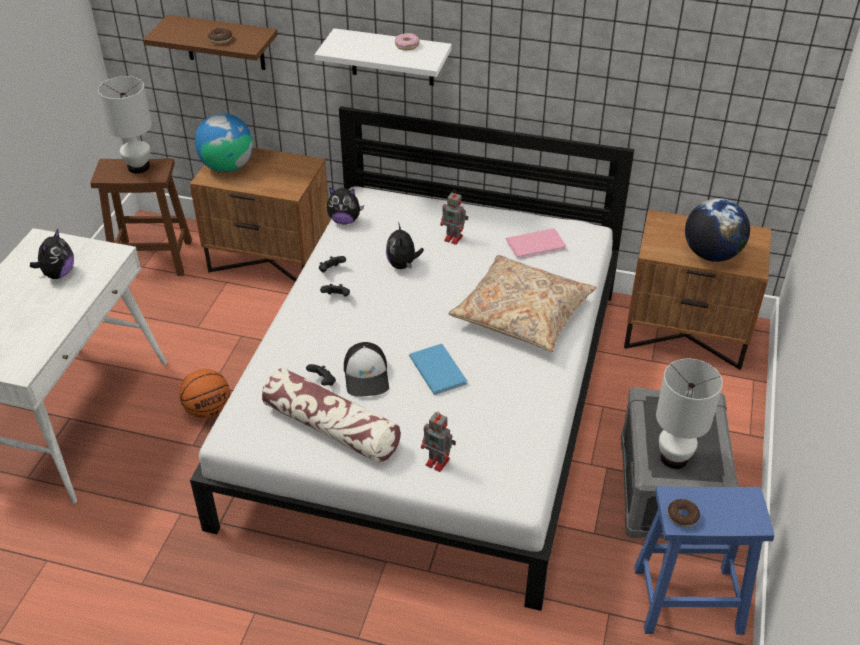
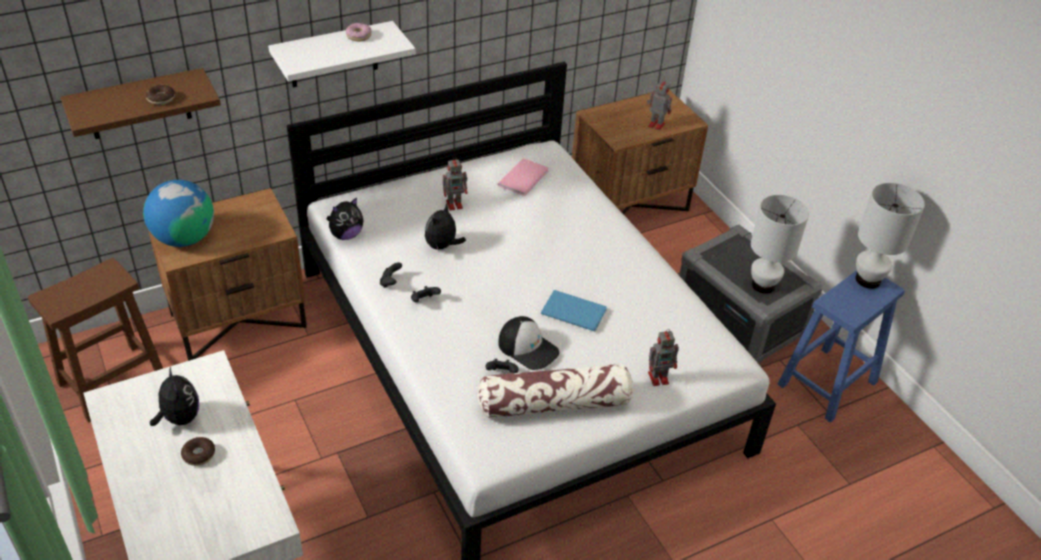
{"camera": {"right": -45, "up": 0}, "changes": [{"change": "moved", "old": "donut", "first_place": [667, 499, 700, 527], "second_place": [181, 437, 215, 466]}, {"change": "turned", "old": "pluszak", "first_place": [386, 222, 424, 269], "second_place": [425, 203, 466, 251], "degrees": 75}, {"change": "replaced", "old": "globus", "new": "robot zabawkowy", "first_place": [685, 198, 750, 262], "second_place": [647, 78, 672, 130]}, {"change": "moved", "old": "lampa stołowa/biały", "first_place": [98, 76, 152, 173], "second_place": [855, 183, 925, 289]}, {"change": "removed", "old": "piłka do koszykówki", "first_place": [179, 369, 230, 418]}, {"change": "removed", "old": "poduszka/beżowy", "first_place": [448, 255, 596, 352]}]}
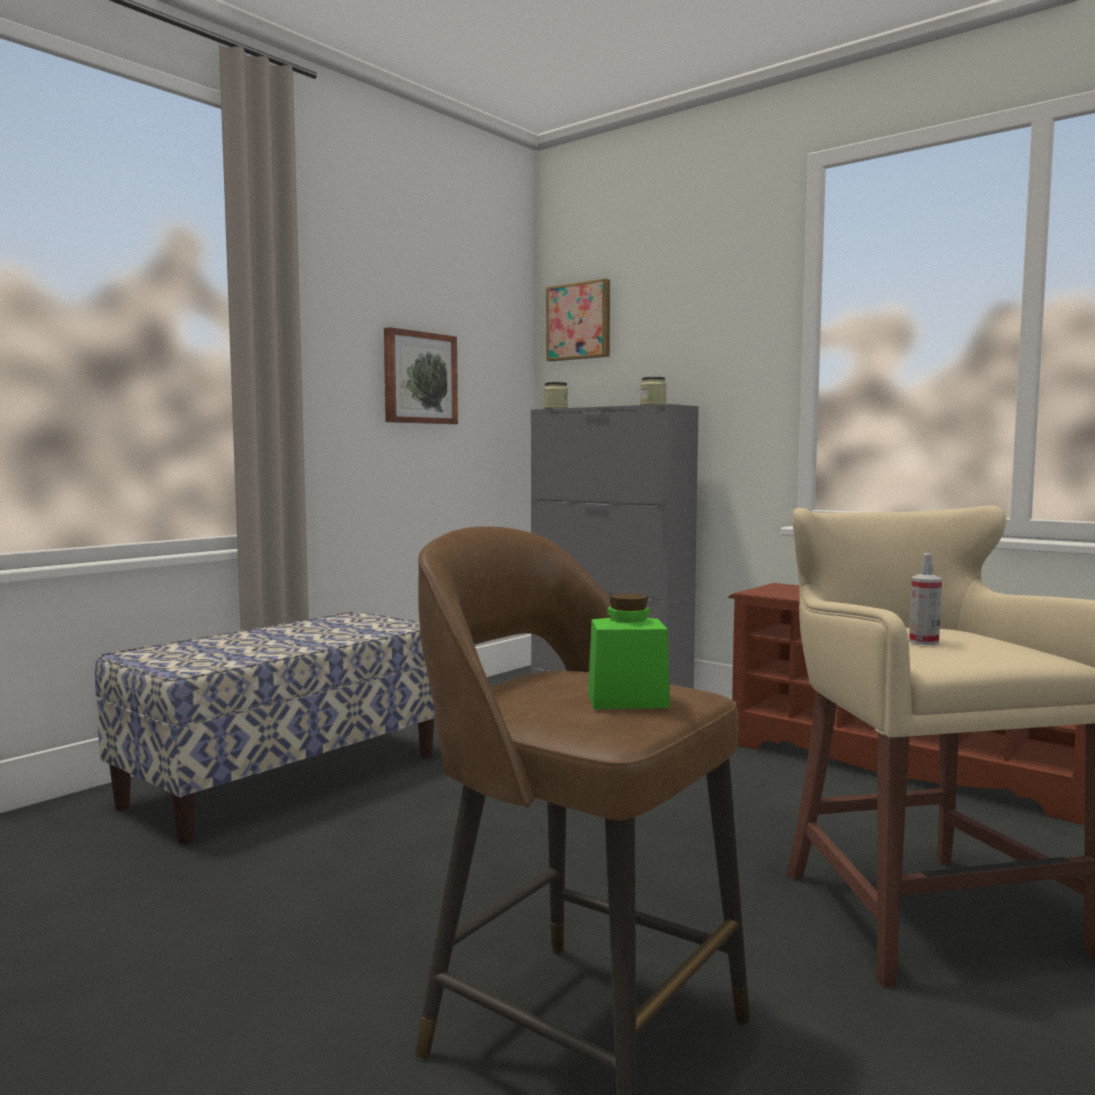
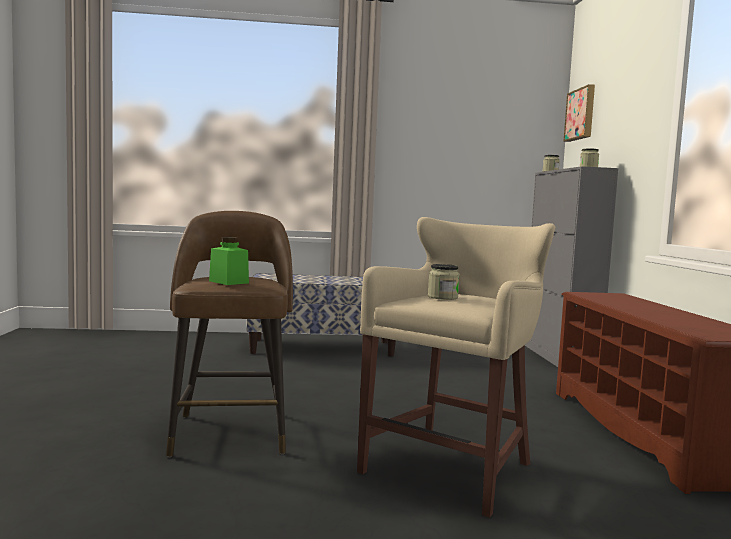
{"camera": {"right": 45, "up": 0}, "changes": [{"change": "replaced", "old": "spryskiwacz", "new": "słoik", "first_place": [909, 553, 942, 645], "second_place": [428, 264, 460, 300]}, {"change": "removed", "old": "obraz", "first_place": [384, 327, 458, 424]}]}
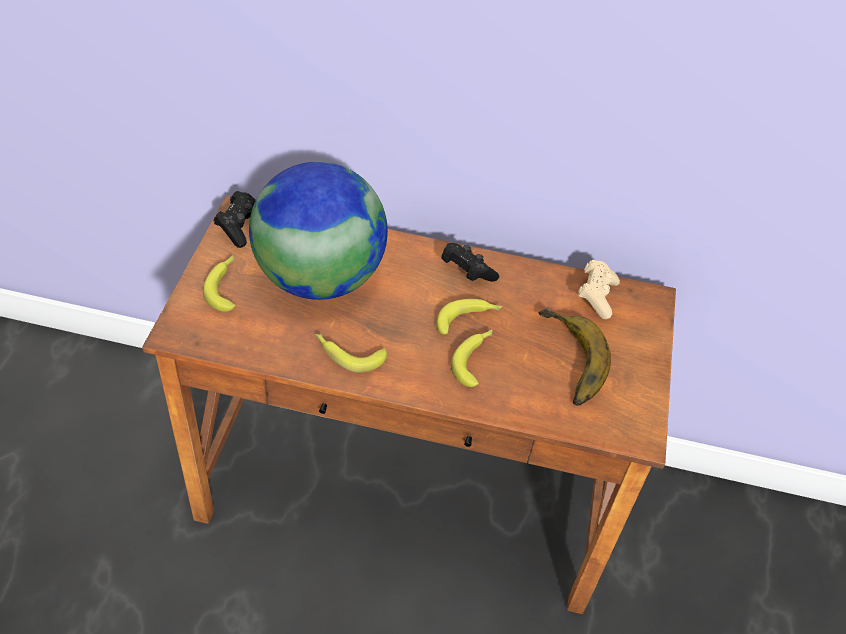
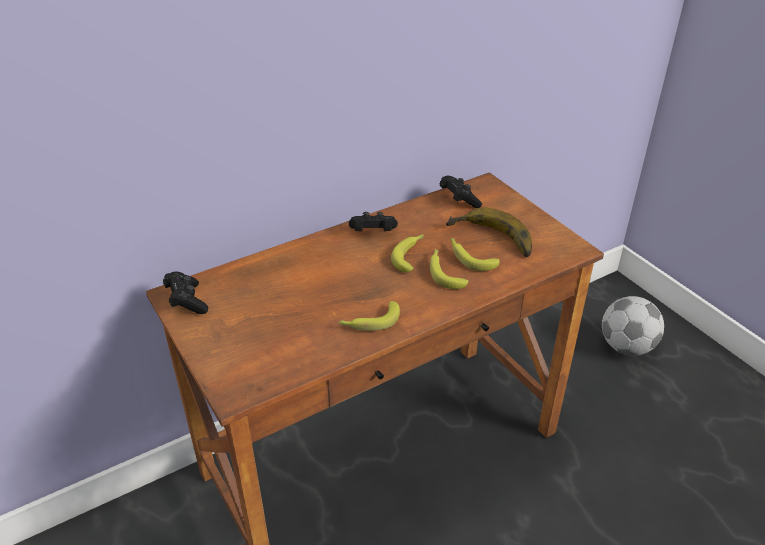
{"camera": {"right": -40, "up": -10}, "changes": [{"change": "recoloured", "old": "pad do gier/beżowy", "new": "pad do gier/czarny", "first_place": [578, 260, 620, 319], "second_place": [439, 176, 482, 208]}, {"change": "moved", "old": "banan", "first_place": [203, 255, 235, 312], "second_place": [450, 238, 500, 271]}, {"change": "added", "new": "piłka futbolowa", "second_place": [602, 296, 664, 356]}, {"change": "removed", "old": "globus", "first_place": [249, 162, 388, 300]}]}
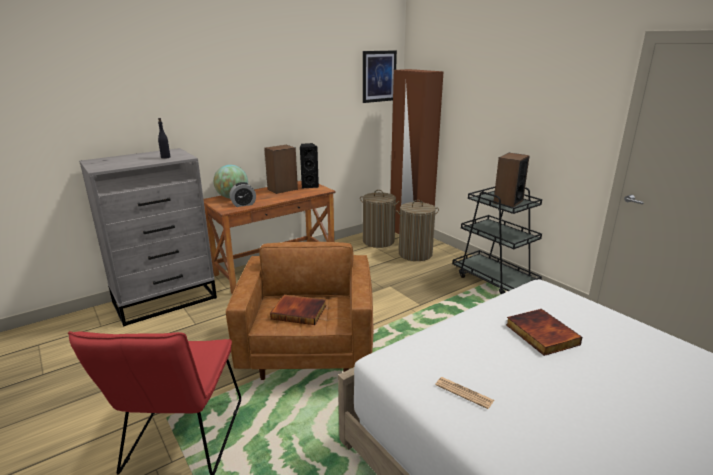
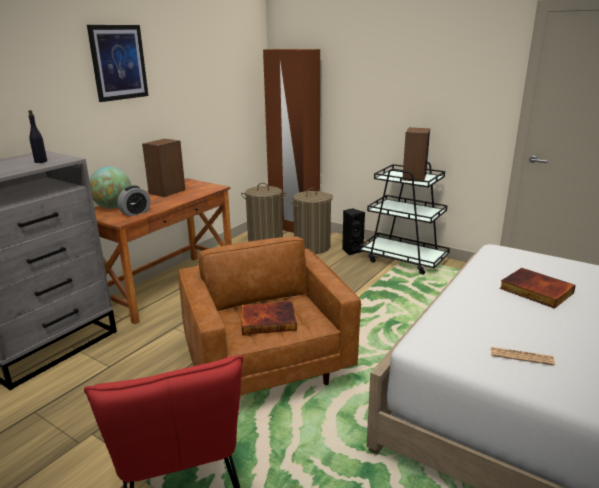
{"camera": {"right": -20, "up": 0}, "changes": [{"change": "moved", "old": "obraz", "first_place": [363, 50, 397, 103], "second_place": [87, 25, 148, 102]}, {"change": "moved", "old": "głośnik/czarny", "first_place": [300, 143, 319, 188], "second_place": [342, 208, 365, 256]}]}
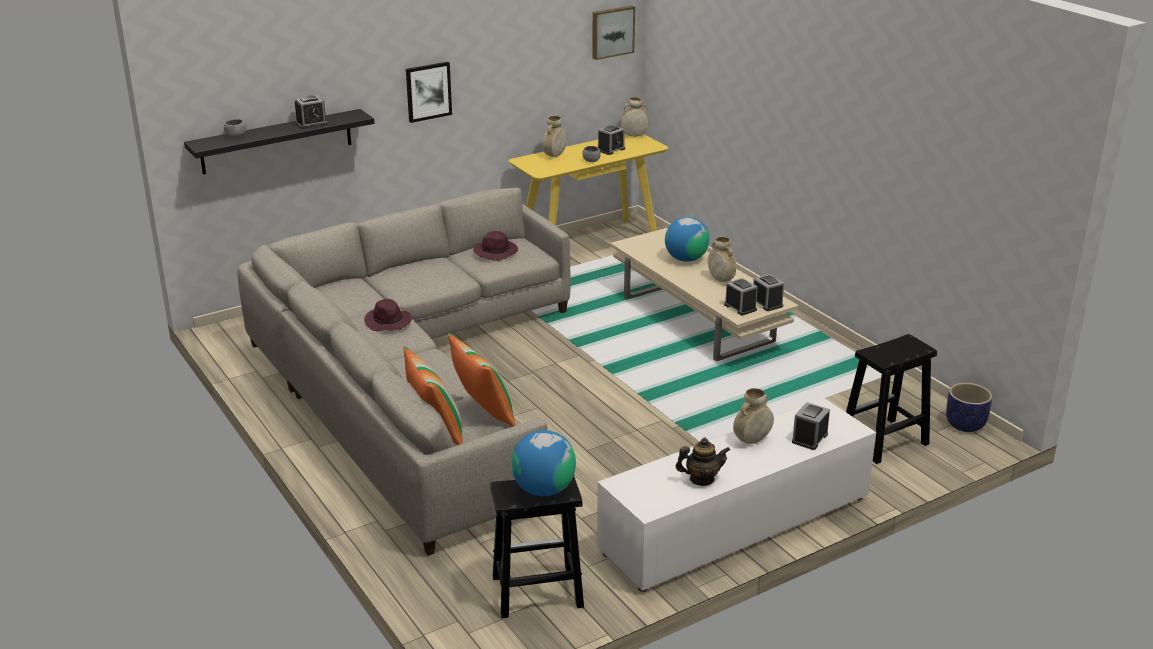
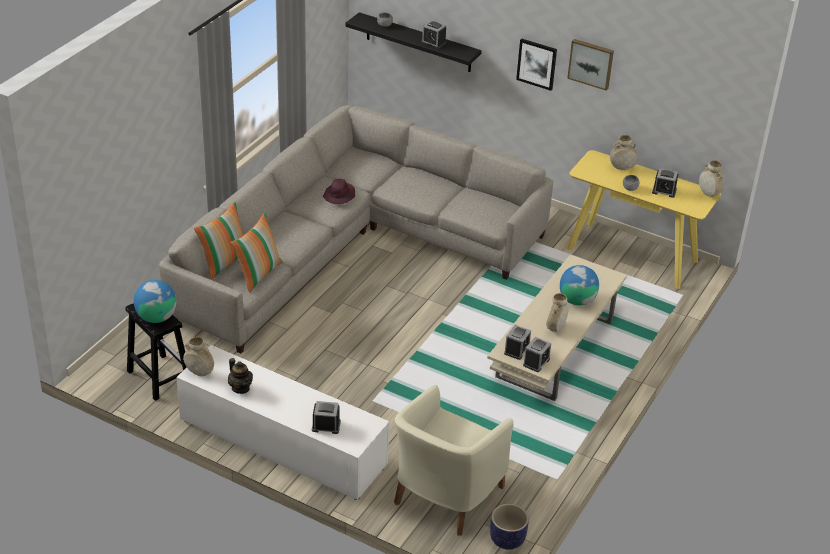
{"camera": {"right": 60, "up": 10}, "changes": [{"change": "moved", "old": "wazon/beżowy", "first_place": [733, 388, 774, 444], "second_place": [183, 337, 214, 376]}, {"change": "replaced", "old": "stołek/czarny", "new": "fotel/beżowy", "first_place": [846, 334, 937, 464], "second_place": [394, 385, 514, 536]}, {"change": "moved", "old": "obraz", "first_place": [592, 6, 635, 60], "second_place": [567, 39, 614, 91]}, {"change": "removed", "old": "kapelusz/fioletowy", "first_place": [473, 231, 518, 261]}]}
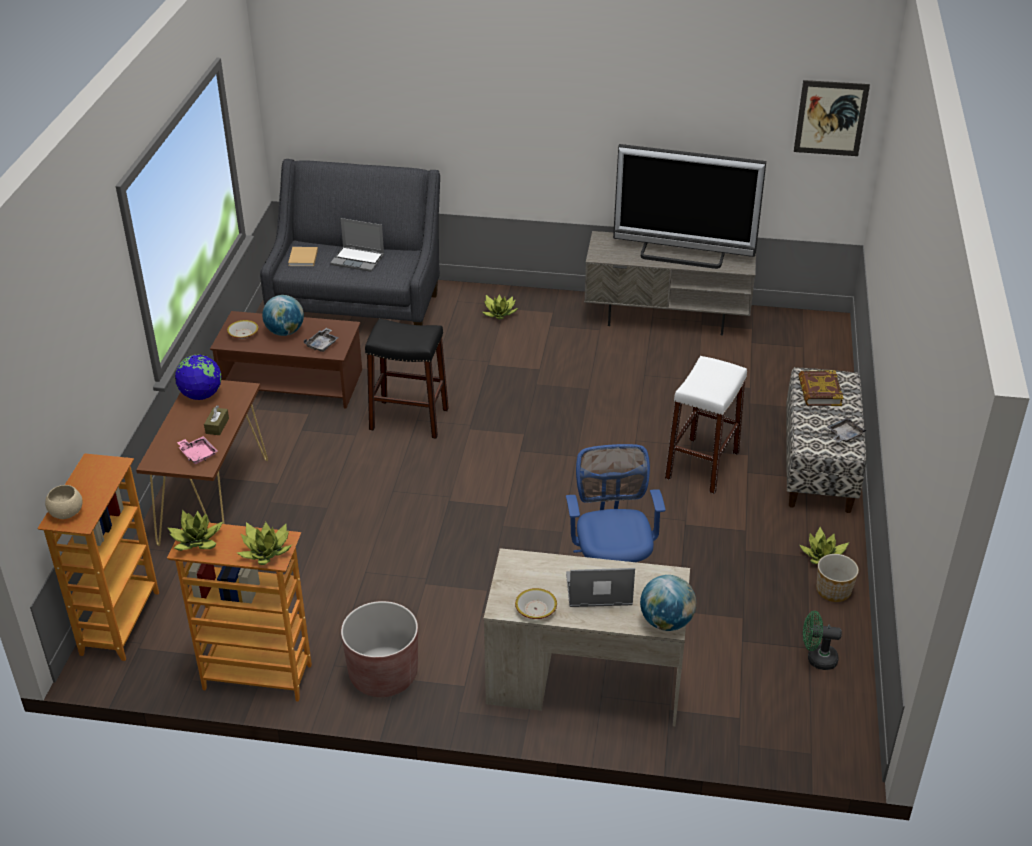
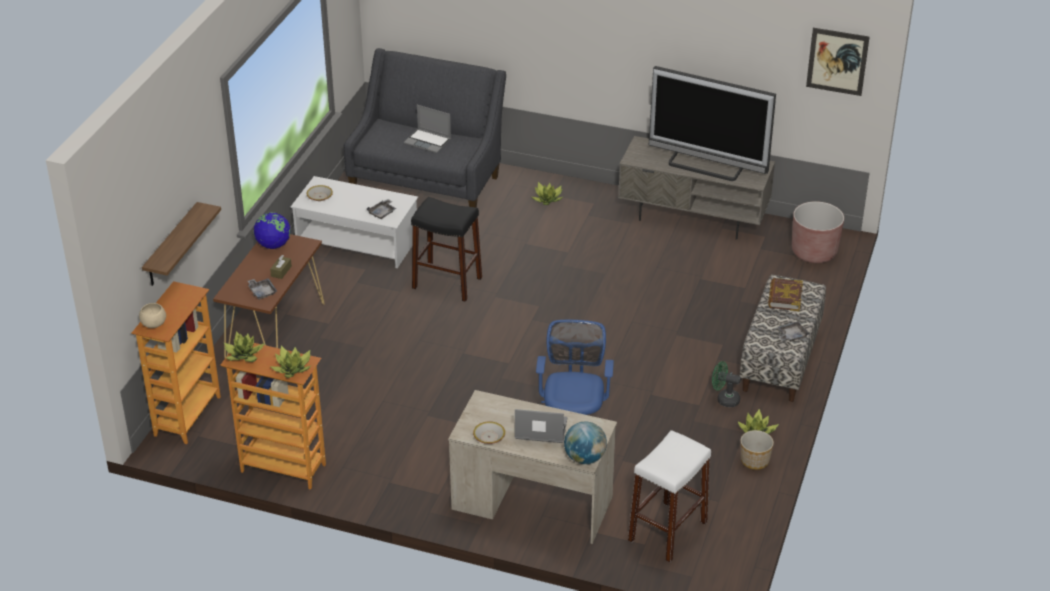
{"camera": {"right": 10, "up": 0}, "changes": [{"change": "added", "new": "półka", "second_place": [142, 202, 221, 286]}, {"change": "recoloured", "old": "taca/różowy", "new": "taca/szary", "first_place": [177, 436, 218, 464], "second_place": [248, 278, 277, 300]}, {"change": "recoloured", "old": "ława/brązowy", "new": "ława/biały", "first_place": [210, 311, 362, 408], "second_place": [291, 176, 418, 268]}, {"change": "moved", "old": "stołek/biały", "first_place": [665, 356, 747, 494], "second_place": [628, 430, 711, 562]}, {"change": "moved", "old": "wentylator/zielony", "first_place": [803, 611, 842, 670], "second_place": [712, 361, 741, 407]}, {"change": "moved", "old": "donica/brązowy", "first_place": [341, 601, 418, 697], "second_place": [792, 201, 844, 263]}, {"change": "removed", "old": "globus", "first_place": [262, 295, 304, 336]}, {"change": "removed", "old": "książka/beżowy", "first_place": [288, 247, 318, 266]}]}
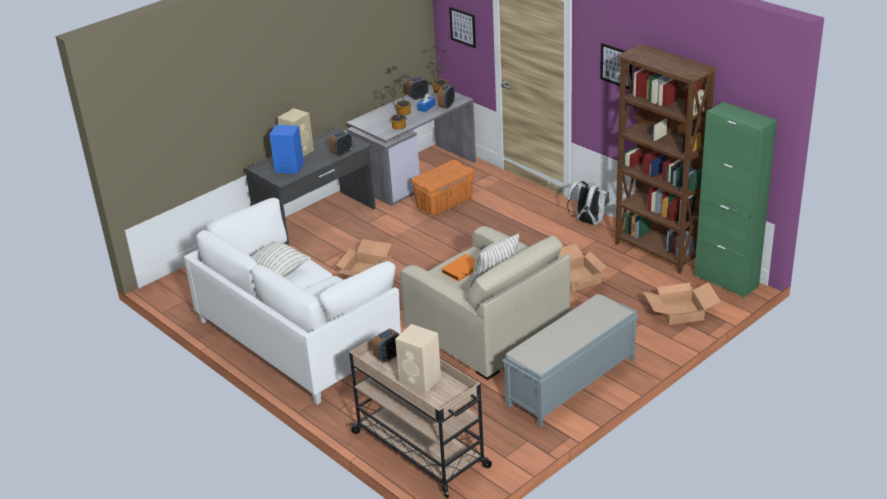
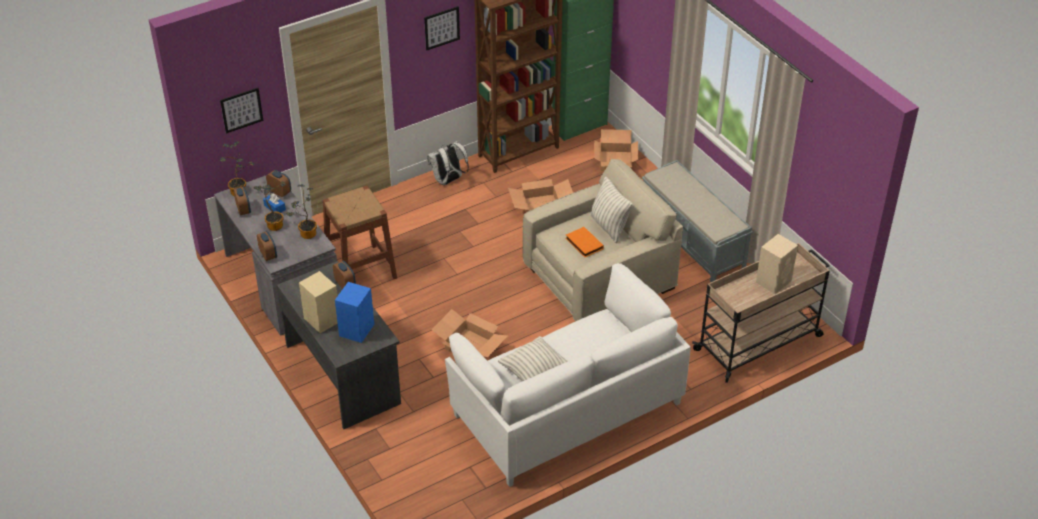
{"camera": {"right": -80, "up": 10}, "changes": [{"change": "moved", "old": "budzik", "first_place": [372, 329, 400, 363], "second_place": [257, 231, 277, 261]}, {"change": "replaced", "old": "pojemnik do przechowywania/pomarańczowy", "new": "stołek/brązowy", "first_place": [412, 160, 474, 215], "second_place": [323, 186, 397, 279]}]}
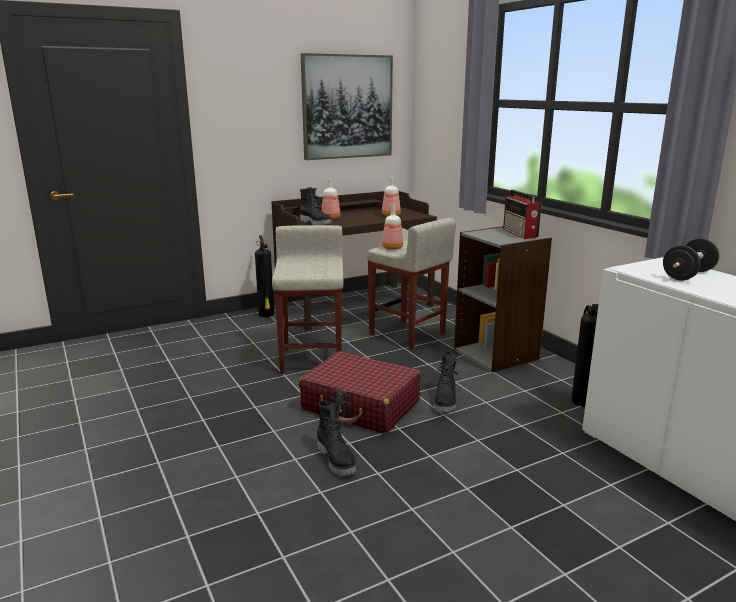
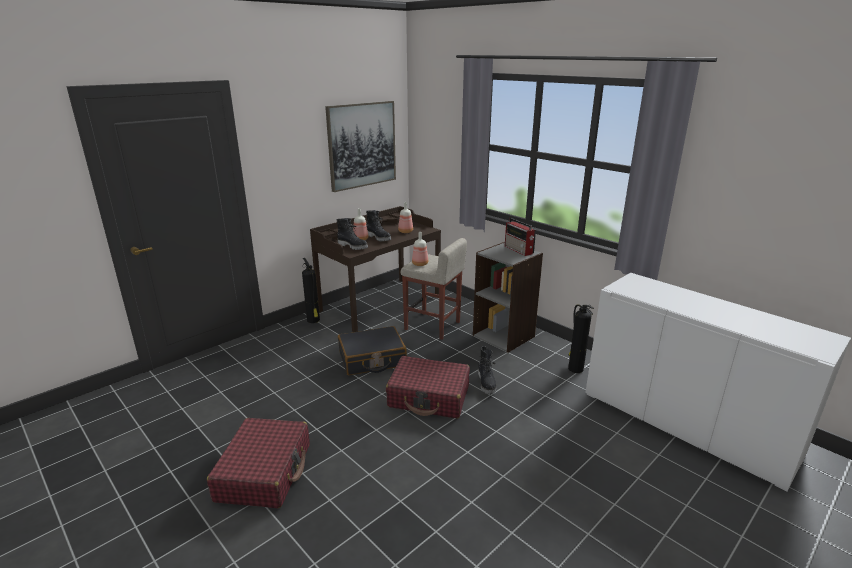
{"camera": {"right": -15, "up": 5}, "changes": [{"change": "added", "new": "walizka/czerwony", "second_place": [207, 418, 310, 508]}, {"change": "replaced", "old": "stołek/beżowy", "new": "walizka/czarny", "first_place": [272, 225, 344, 374], "second_place": [338, 326, 407, 375]}, {"change": "moved", "old": "but z cholewką/czarny", "first_place": [317, 401, 356, 476], "second_place": [366, 210, 391, 241]}, {"change": "removed", "old": "hantel/czarny", "first_place": [663, 238, 719, 281]}]}
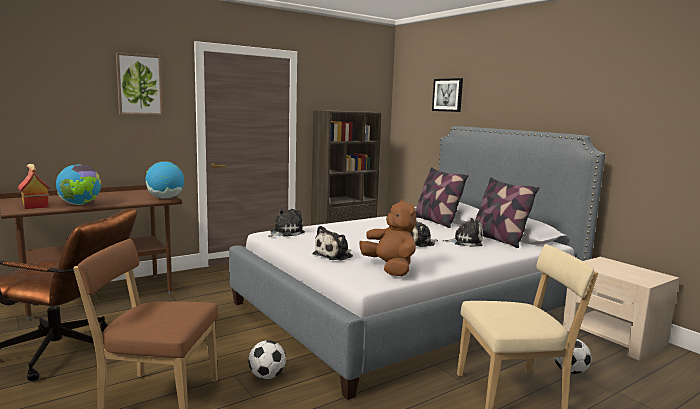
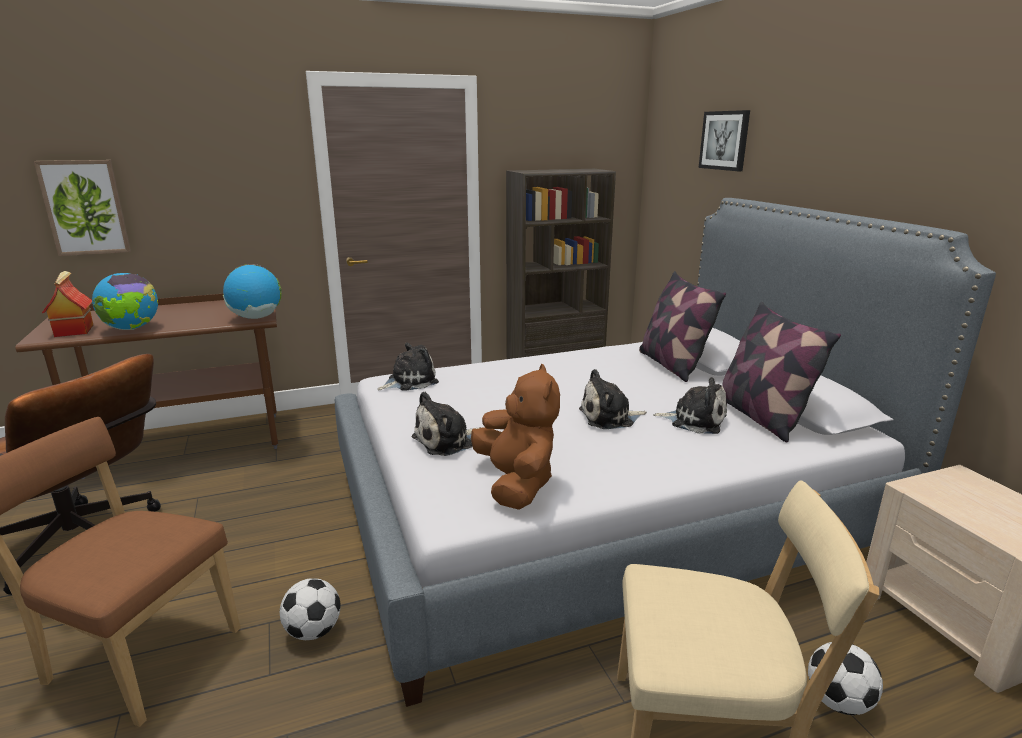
{"camera": {"right": 15, "up": 10}, "changes": [{"change": "moved", "old": "obraz", "first_place": [116, 52, 163, 115], "second_place": [34, 160, 131, 256]}]}
